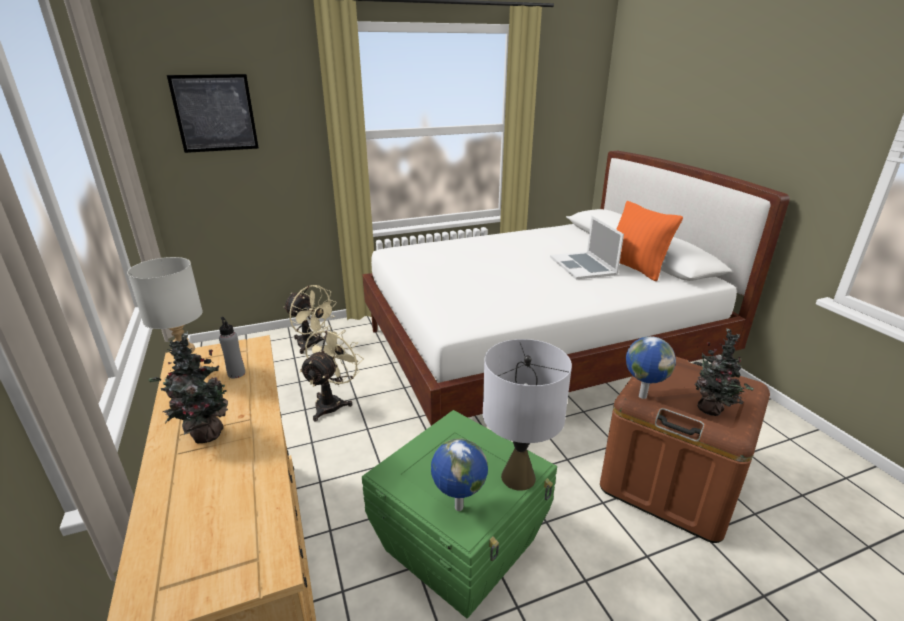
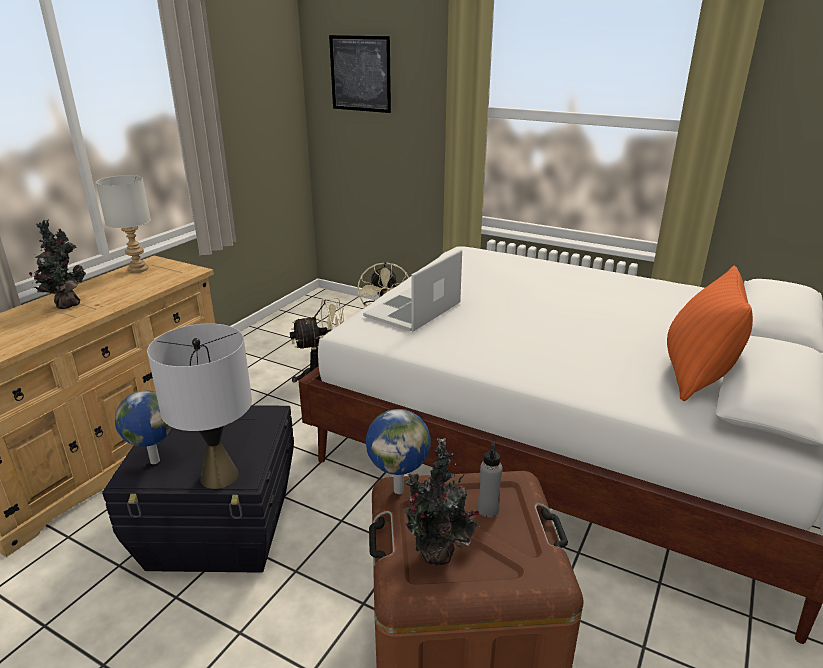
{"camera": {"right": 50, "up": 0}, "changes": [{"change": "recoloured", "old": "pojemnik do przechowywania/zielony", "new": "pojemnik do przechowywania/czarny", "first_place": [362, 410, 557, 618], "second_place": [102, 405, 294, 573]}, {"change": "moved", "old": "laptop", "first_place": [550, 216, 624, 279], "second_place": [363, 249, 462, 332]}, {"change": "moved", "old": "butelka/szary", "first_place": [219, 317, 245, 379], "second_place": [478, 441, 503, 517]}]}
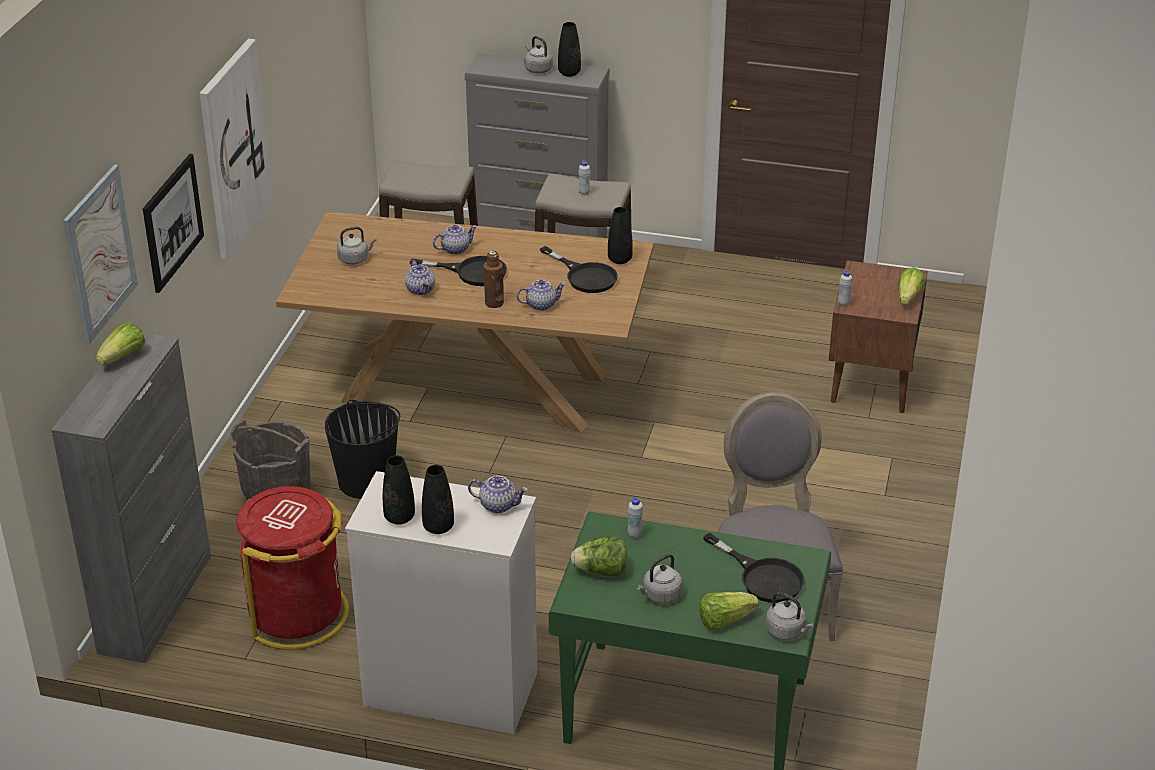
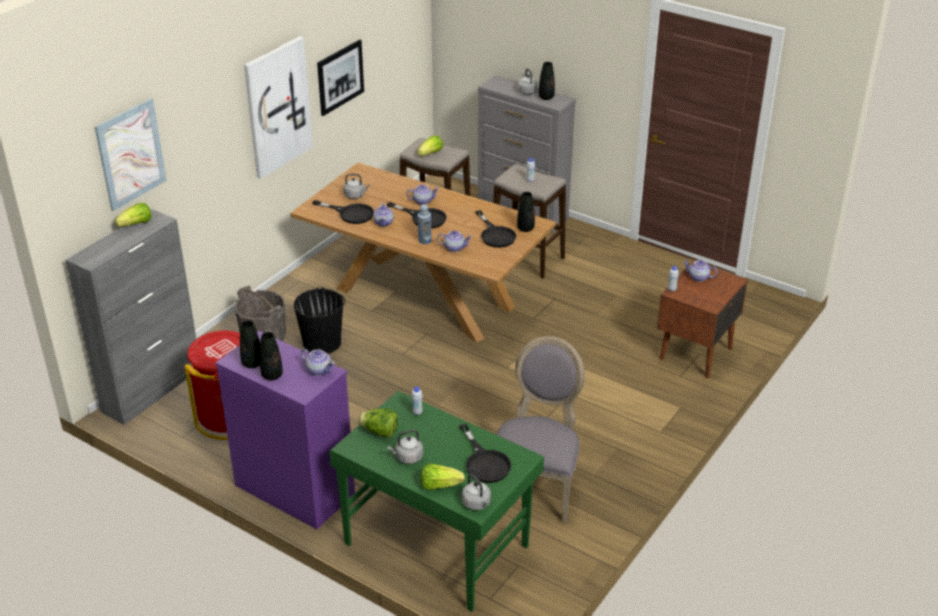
{"camera": {"right": 20, "up": 0}, "changes": [{"change": "recoloured", "old": "komoda/biały", "new": "komoda/fioletowy", "first_place": [345, 471, 537, 734], "second_place": [216, 331, 355, 529]}, {"change": "added", "new": "patelnia/czarny", "second_place": [312, 200, 374, 224]}, {"change": "moved", "old": "obraz", "first_place": [143, 154, 204, 293], "second_place": [317, 39, 364, 116]}, {"change": "moved", "old": "sałata", "first_place": [898, 267, 926, 305], "second_place": [418, 135, 443, 156]}, {"change": "recoloured", "old": "butelka/brązowy", "new": "butelka/niebieski", "first_place": [483, 251, 504, 308], "second_place": [418, 204, 432, 244]}, {"change": "added", "new": "imbryk", "second_place": [683, 260, 718, 282]}]}
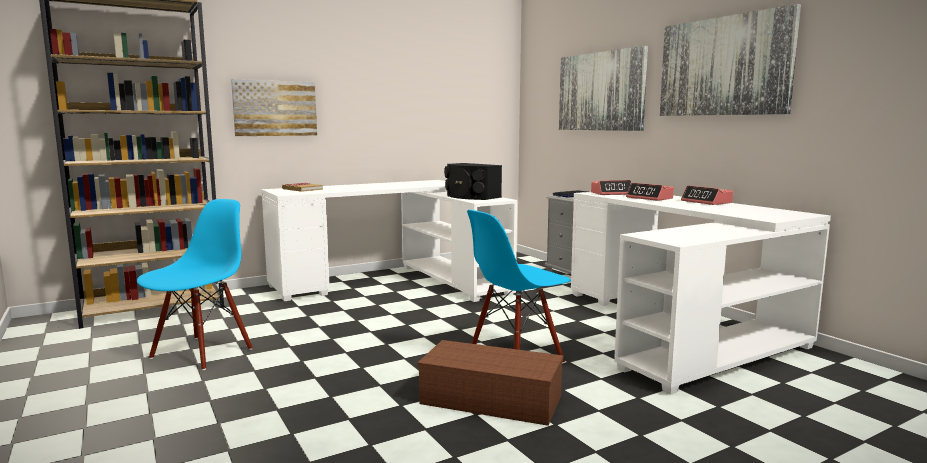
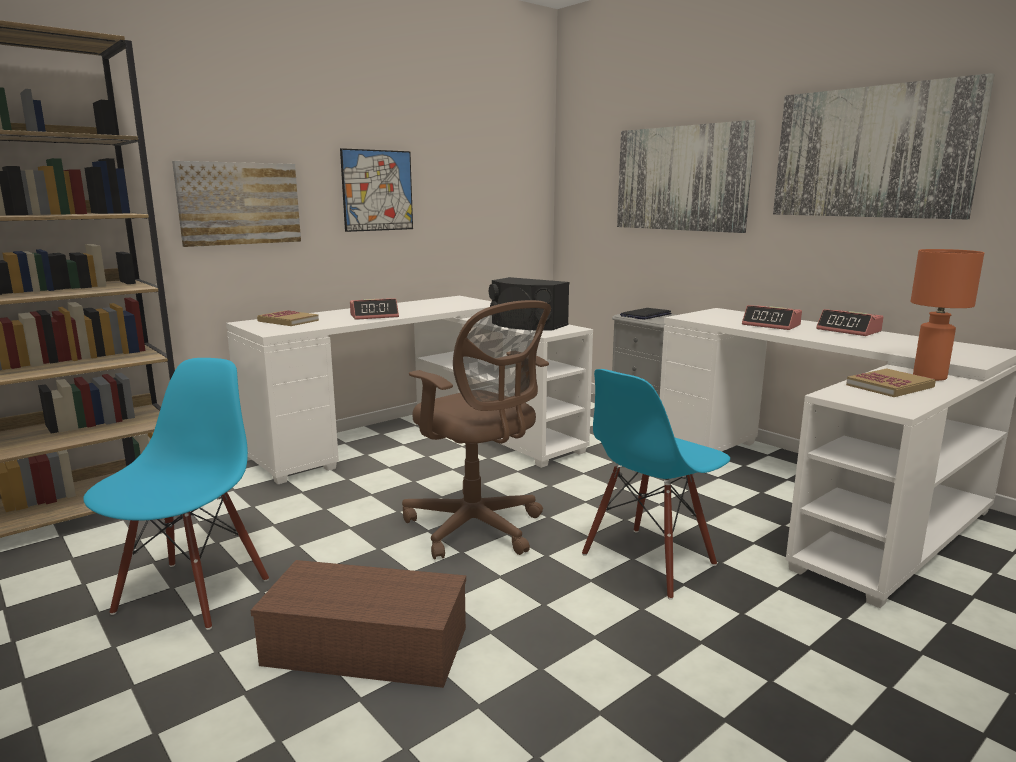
{"camera": {"right": -10, "up": 5}, "changes": [{"change": "moved", "old": "pojemnik do przechowywania/brązowy", "first_place": [418, 340, 563, 426], "second_place": [251, 560, 466, 688]}, {"change": "added", "new": "obraz", "second_place": [340, 148, 413, 232]}, {"change": "moved", "old": "budzik", "first_place": [591, 180, 631, 195], "second_place": [350, 298, 399, 320]}, {"change": "added", "new": "krzesło biurowe/brązowy", "second_place": [402, 300, 551, 559]}, {"change": "added", "new": "książka", "second_place": [846, 368, 936, 397]}, {"change": "added", "new": "lampa stołowa/pomarańczowy", "second_place": [911, 249, 984, 381]}]}
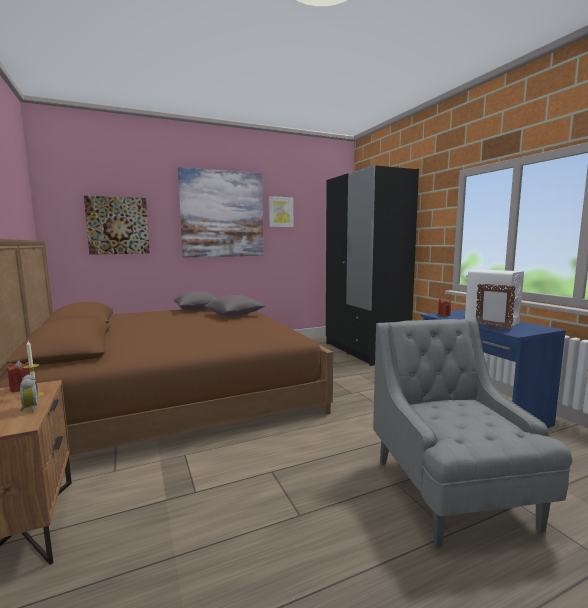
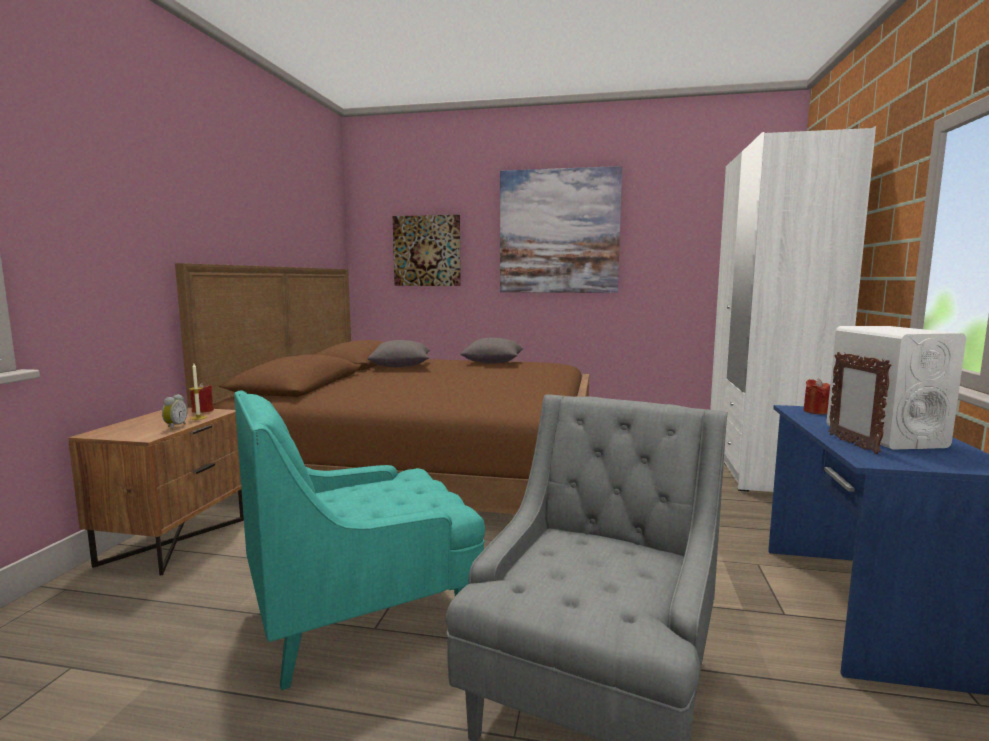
{"camera": {"right": 35, "up": 0}, "changes": [{"change": "added", "new": "fotel/turkusowy", "second_place": [234, 390, 485, 690]}, {"change": "moved", "old": "poduszka/szary", "first_place": [205, 295, 265, 317], "second_place": [368, 340, 430, 367]}, {"change": "recoloured", "old": "szafa/czarny", "new": "szafa/biały", "first_place": [326, 165, 419, 366], "second_place": [710, 126, 876, 492]}, {"change": "removed", "old": "obraz", "first_place": [269, 196, 293, 227]}]}
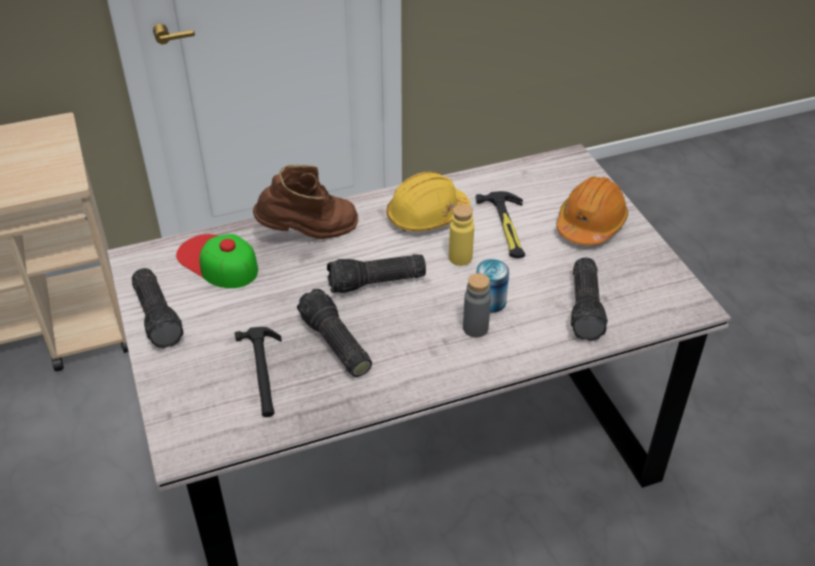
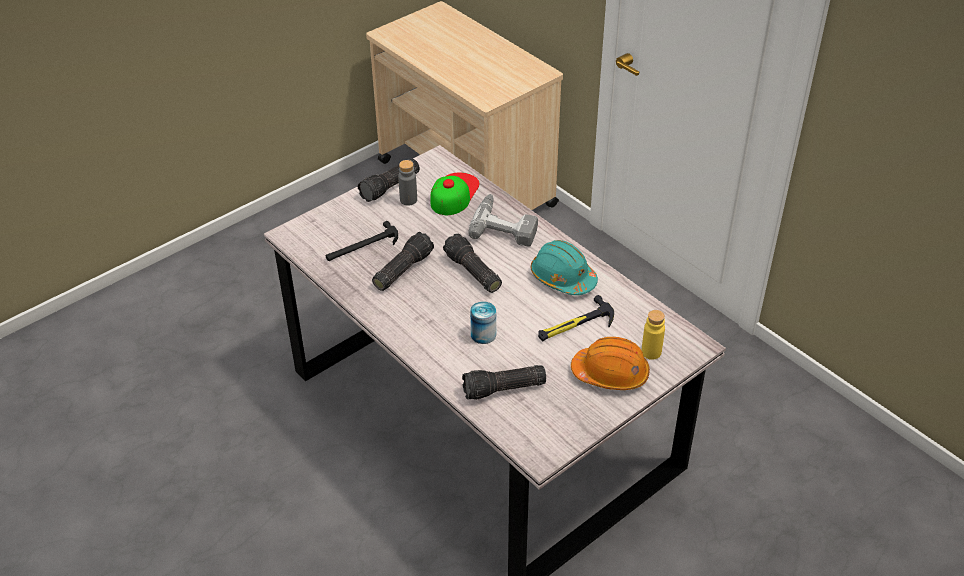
{"camera": {"right": 70, "up": 0}, "changes": [{"change": "moved", "old": "butelka/szary", "first_place": [463, 273, 491, 338], "second_place": [398, 160, 417, 206]}, {"change": "replaced", "old": "but z cholewką/brązowy", "new": "wiertarka", "first_place": [253, 165, 358, 239], "second_place": [468, 194, 538, 247]}, {"change": "recoloured", "old": "kask/żółty", "new": "kask/turkusowy", "first_place": [387, 172, 470, 231], "second_place": [531, 240, 598, 295]}, {"change": "moved", "old": "butelka/żółty", "first_place": [449, 204, 474, 266], "second_place": [641, 310, 665, 360]}]}
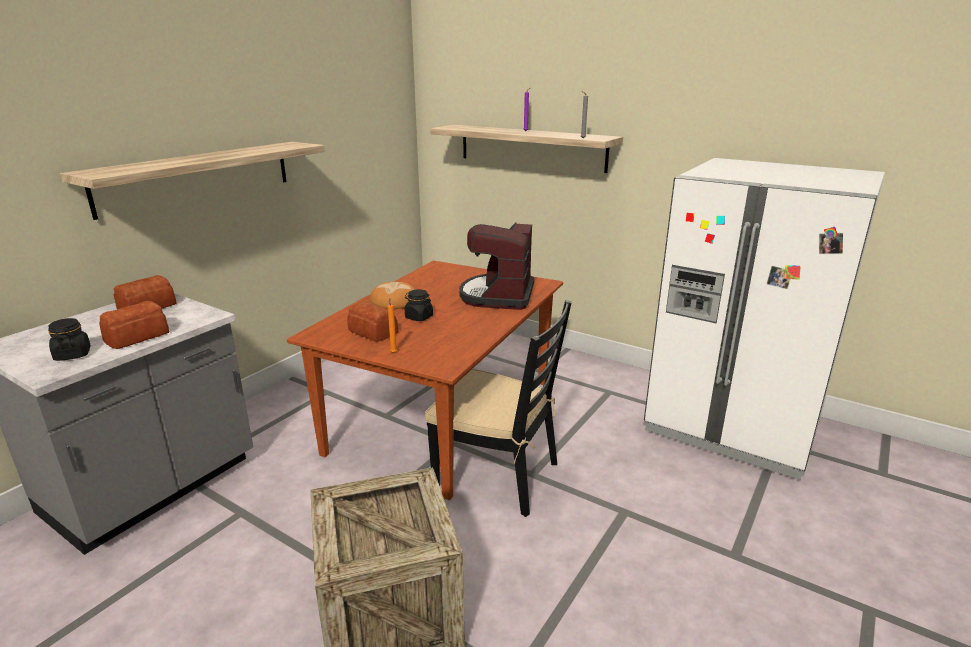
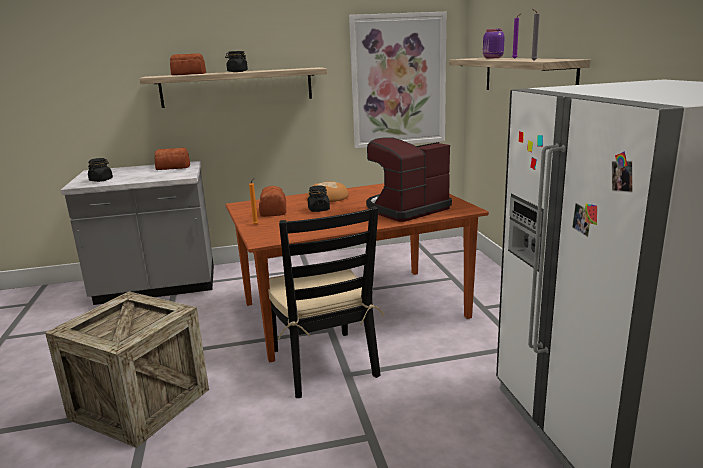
{"camera": {"right": 45, "up": -5}, "changes": [{"change": "moved", "old": "chleb", "first_place": [99, 301, 169, 349], "second_place": [170, 53, 206, 75]}, {"change": "added", "new": "słoik/czarny", "second_place": [225, 51, 248, 72]}, {"change": "added", "new": "obraz", "second_place": [349, 12, 446, 148]}, {"change": "added", "new": "słoik/fioletowy", "second_place": [483, 28, 505, 59]}]}
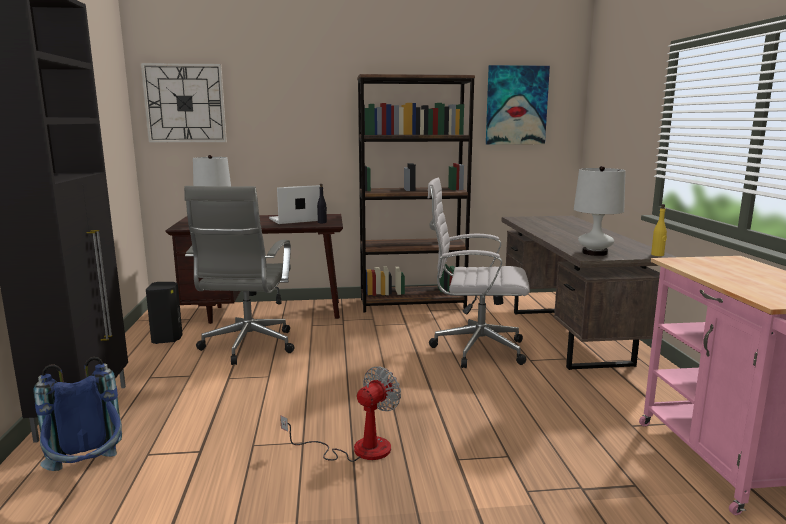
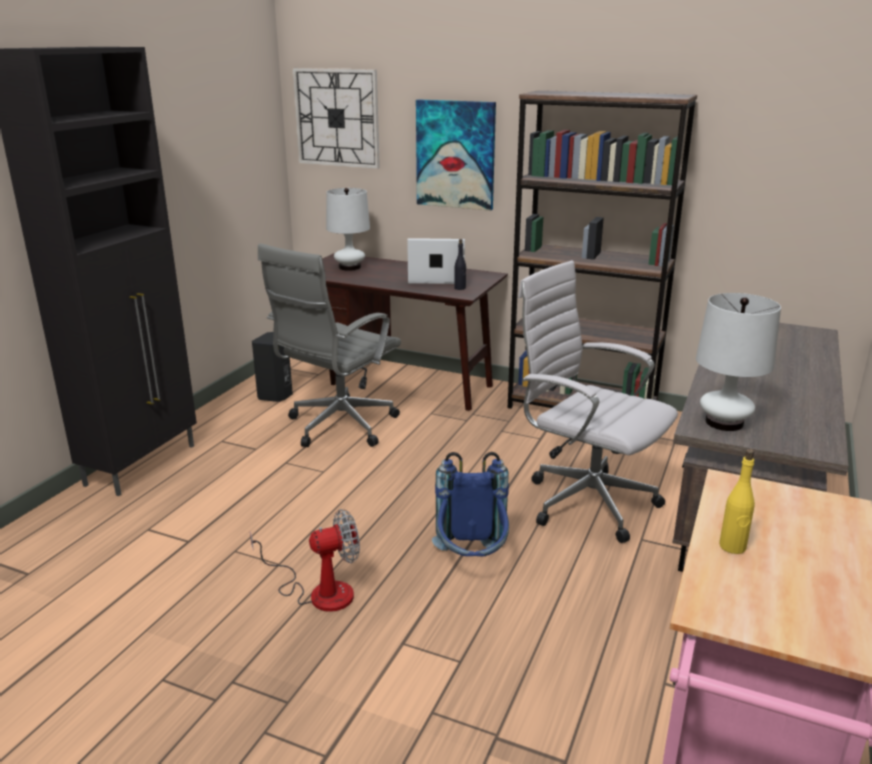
{"camera": {"right": 30, "up": 10}, "changes": [{"change": "moved", "old": "obraz", "first_place": [486, 65, 550, 145], "second_place": [416, 99, 496, 211]}, {"change": "moved", "old": "plecak/niebieski", "first_place": [33, 357, 122, 471], "second_place": [432, 452, 509, 556]}, {"change": "moved", "old": "butelka/żółty", "first_place": [651, 204, 667, 256], "second_place": [719, 449, 755, 554]}]}
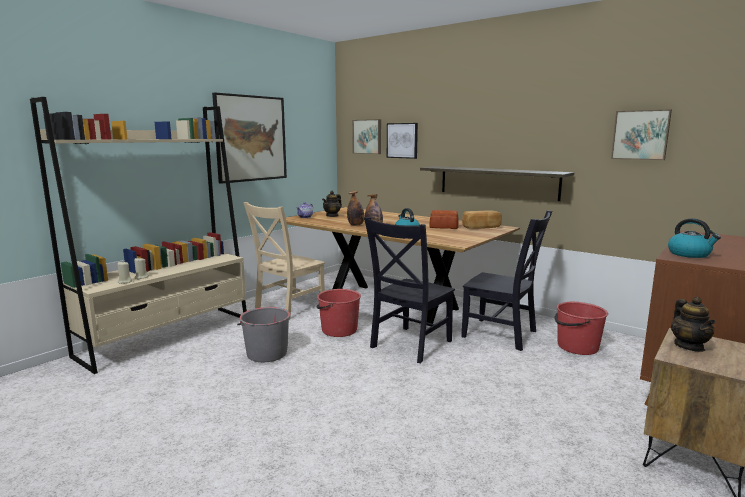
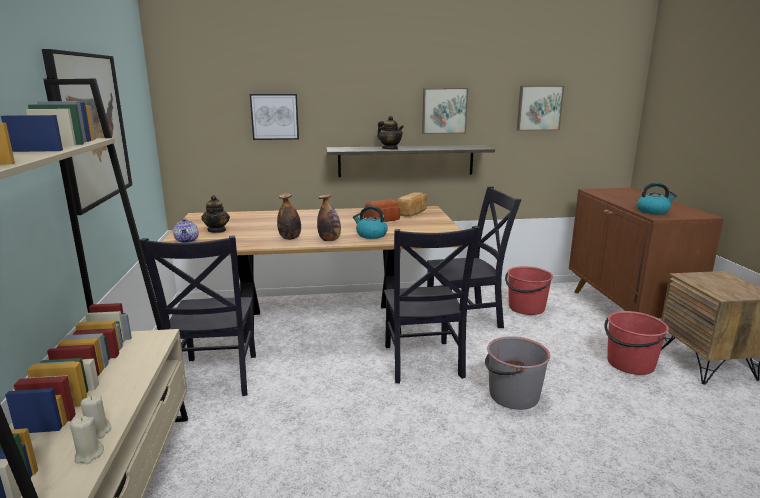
{"camera": {"right": -45, "up": 5}, "changes": [{"change": "recoloured", "old": "krzesło/beżowy", "new": "krzesło/czarny", "first_place": [243, 202, 325, 320], "second_place": [140, 235, 256, 396]}, {"change": "moved", "old": "imbryk", "first_place": [671, 297, 716, 352], "second_place": [377, 116, 404, 150]}, {"change": "moved", "old": "obraz", "first_place": [352, 119, 381, 154], "second_place": [422, 88, 468, 134]}, {"change": "moved", "old": "wiadro/szary", "first_place": [237, 307, 290, 362], "second_place": [485, 336, 550, 410]}, {"change": "moved", "old": "wiadro/czerwony", "first_place": [316, 289, 361, 337], "second_place": [604, 311, 669, 375]}]}
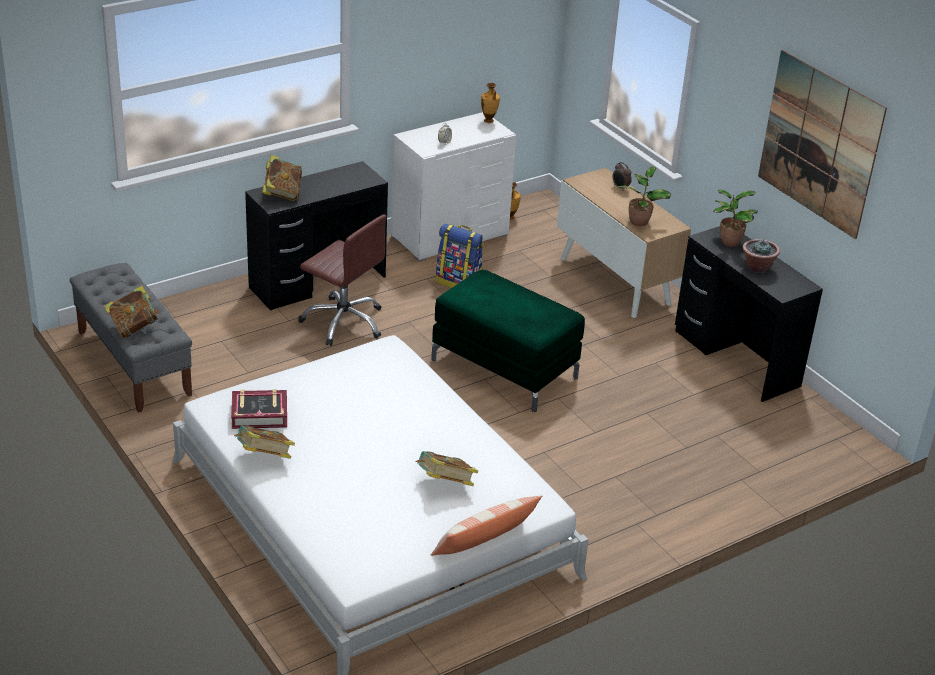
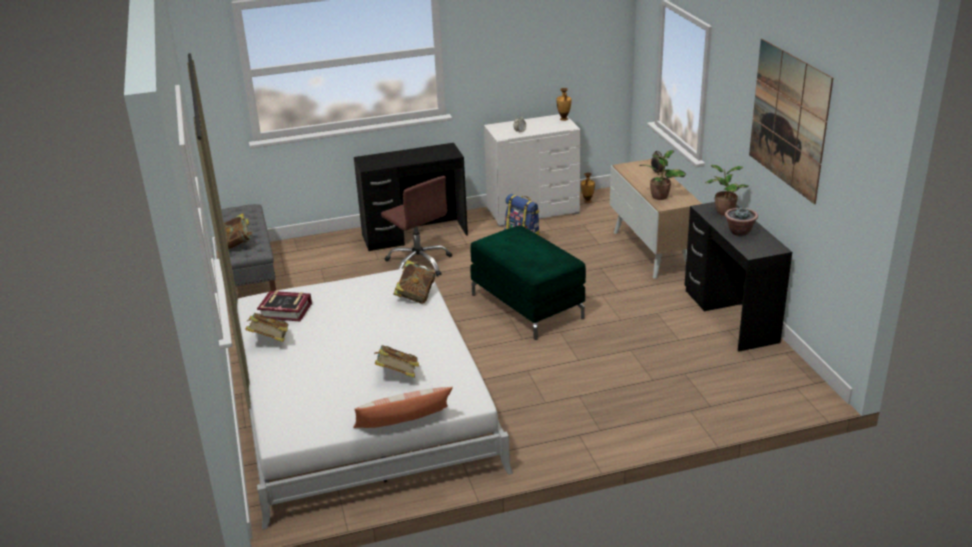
{"camera": {"right": 20, "up": -5}, "changes": [{"change": "moved", "old": "książka", "first_place": [262, 155, 302, 201], "second_place": [393, 260, 435, 304]}]}
